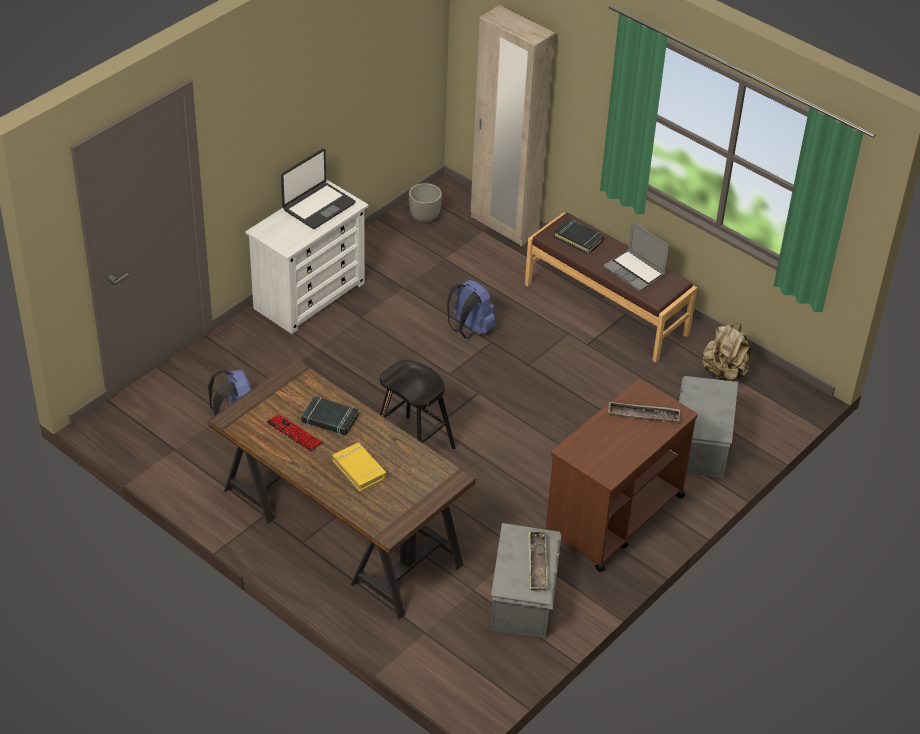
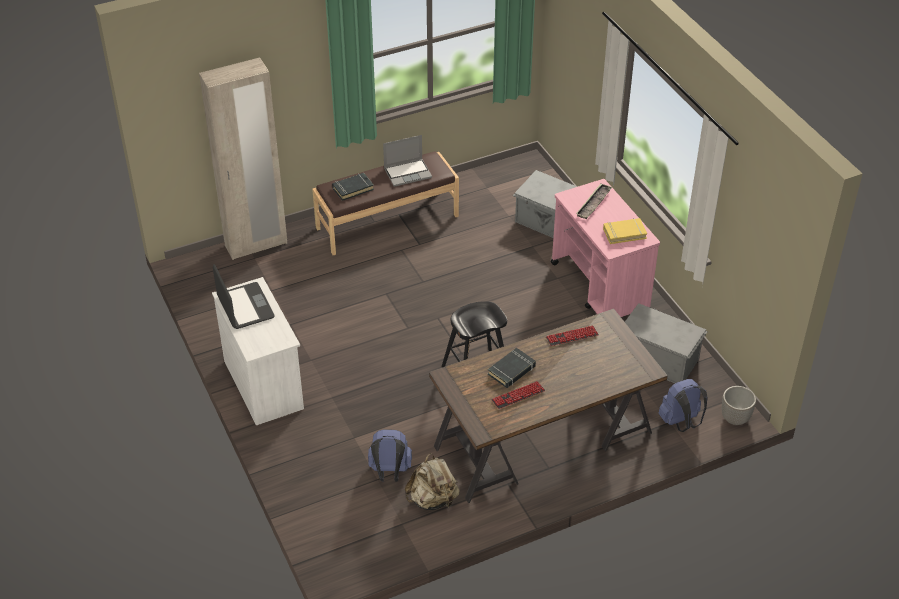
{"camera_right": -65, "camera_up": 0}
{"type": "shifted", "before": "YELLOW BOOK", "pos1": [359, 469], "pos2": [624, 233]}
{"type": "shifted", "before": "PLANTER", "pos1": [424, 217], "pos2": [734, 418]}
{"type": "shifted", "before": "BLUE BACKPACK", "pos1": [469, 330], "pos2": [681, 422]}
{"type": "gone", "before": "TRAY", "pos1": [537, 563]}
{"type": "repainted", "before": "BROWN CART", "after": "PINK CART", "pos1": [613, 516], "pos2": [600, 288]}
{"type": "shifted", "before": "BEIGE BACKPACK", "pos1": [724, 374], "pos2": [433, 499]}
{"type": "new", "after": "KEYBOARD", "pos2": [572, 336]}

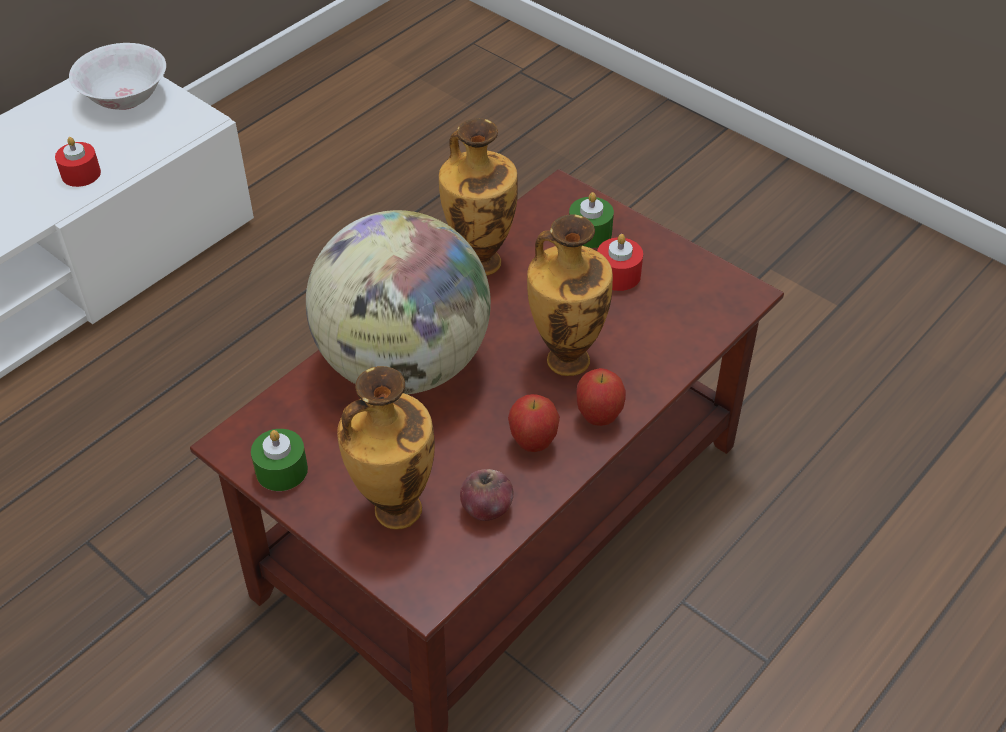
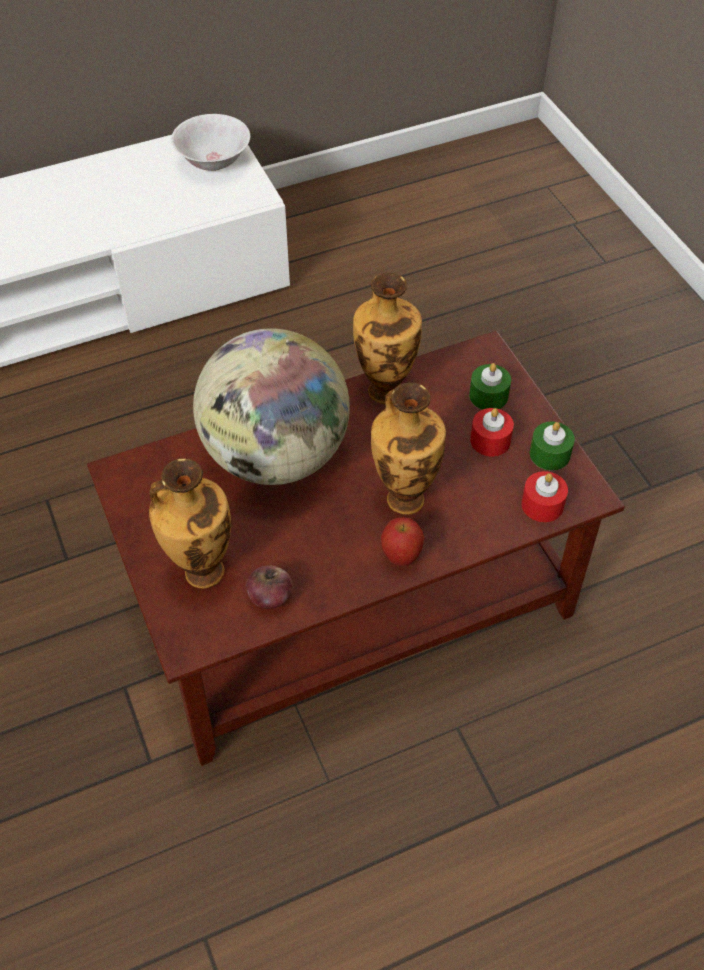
{"camera_right": 25, "camera_up": 5}
{"type": "shifted", "before": "RED CANDLE", "pos1": [81, 174], "pos2": [542, 505]}
{"type": "shifted", "before": "GREEN CANDLE", "pos1": [281, 470], "pos2": [549, 454]}
{"type": "gone", "before": "APPLE", "pos1": [533, 443]}

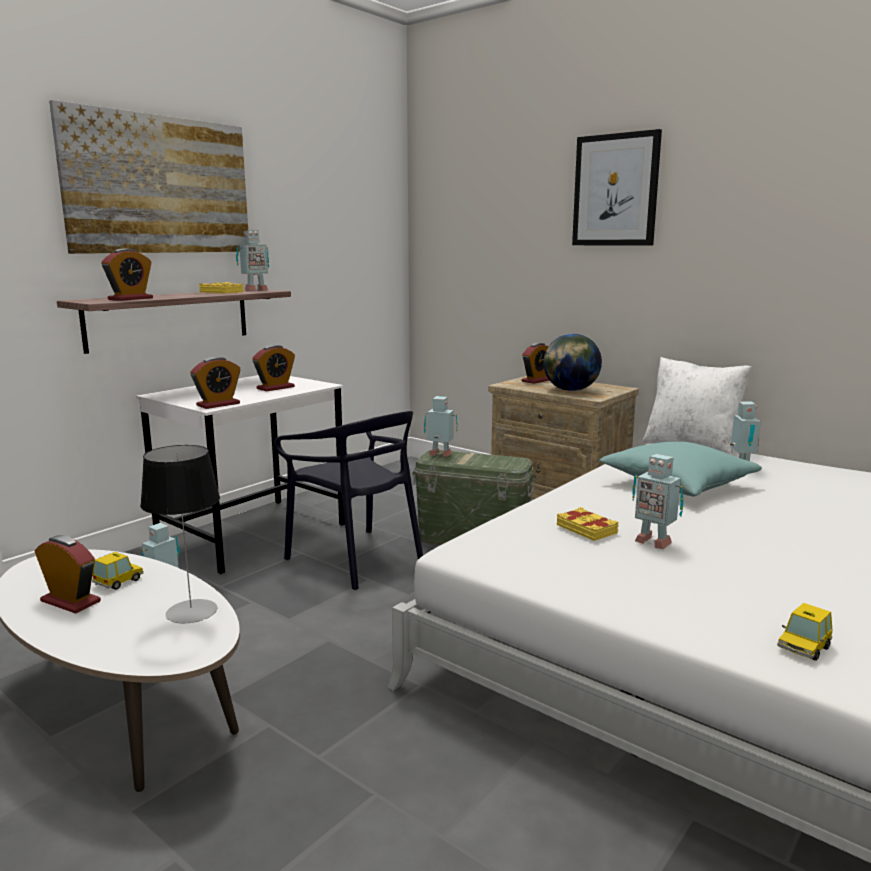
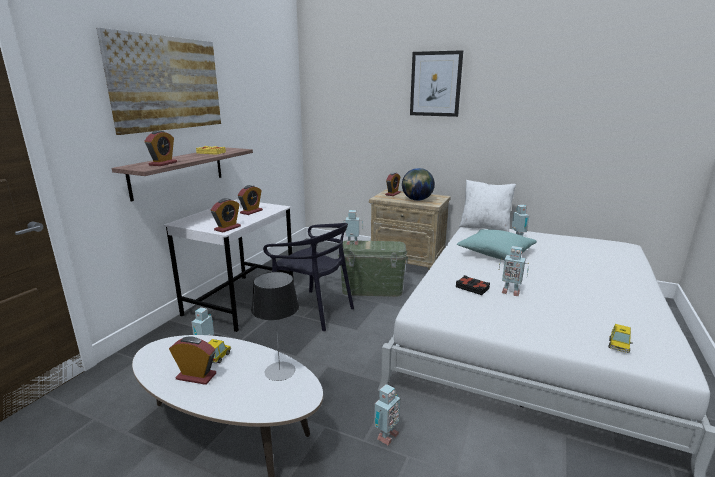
{"camera_right": -15, "camera_up": 5}
{"type": "shifted", "before": "TOY ROBOT", "pos1": [255, 290], "pos2": [386, 436]}
{"type": "repainted", "before": "YELLOW BOOK", "after": "BLACK BOOK", "pos1": [587, 529], "pos2": [472, 288]}

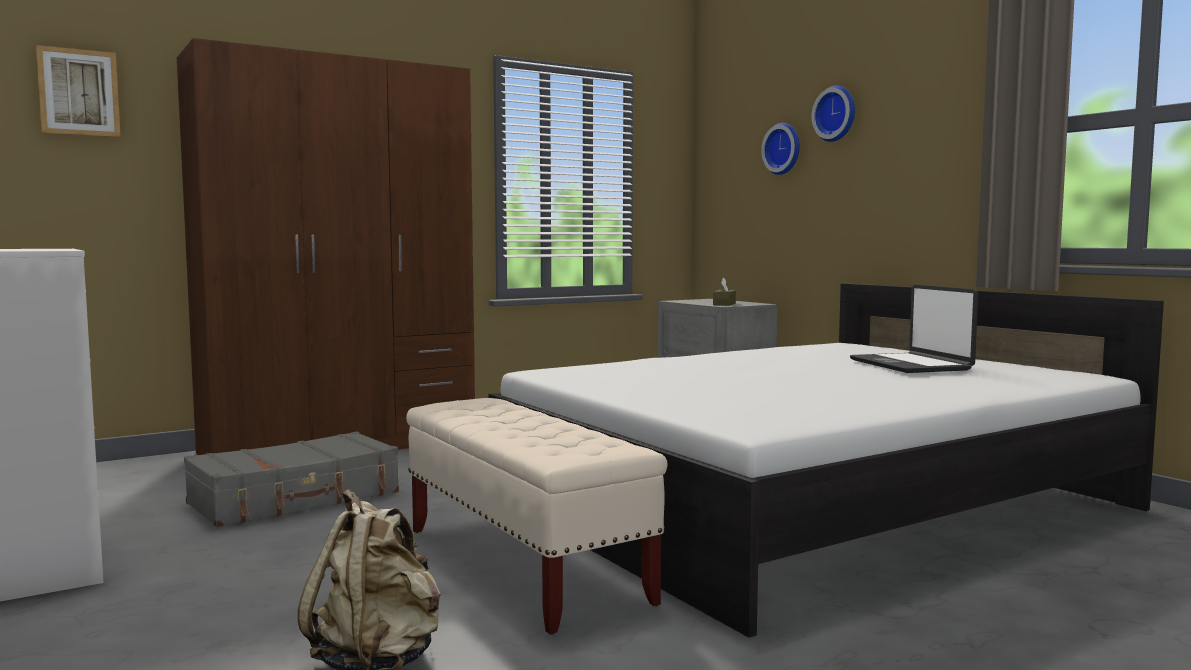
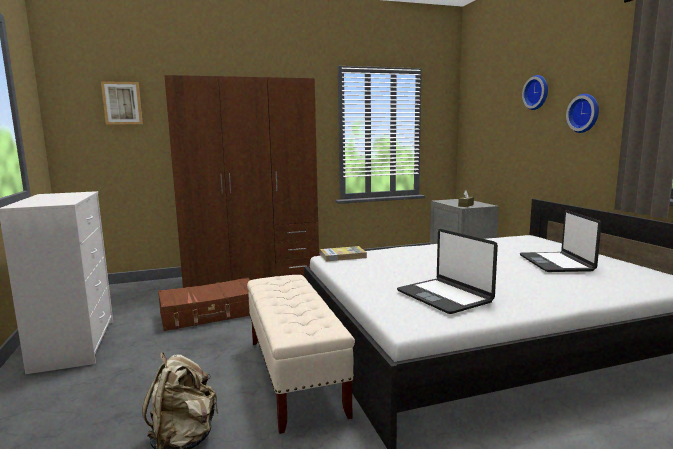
{"camera_right": 15, "camera_up": 5}
{"type": "repainted", "before": "GREY SUITCASE", "after": "BROWN SUITCASE", "pos1": [296, 499], "pos2": [210, 314]}
{"type": "shifted", "before": "WALL CLOCK", "pos1": [784, 149], "pos2": [585, 113]}
{"type": "new", "after": "BOOK", "pos2": [343, 256]}
{"type": "new", "after": "LAPTOP", "pos2": [444, 296]}

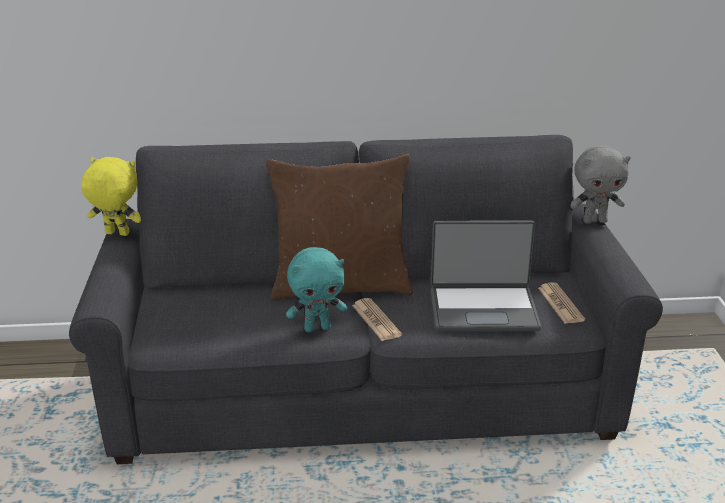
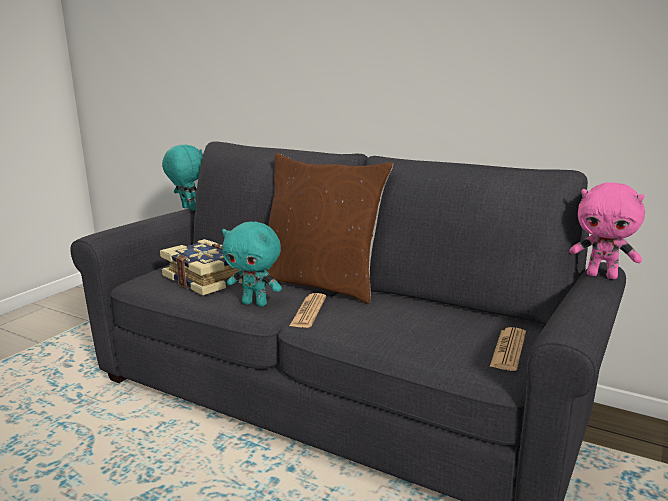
{"camera_right": 35, "camera_up": -10}
{"type": "repainted", "before": "YELLOW PLUSH TOY", "after": "TURQUOISE PLUSH TOY", "pos1": [116, 234], "pos2": [188, 209]}
{"type": "gone", "before": "LAPTOP", "pos1": [483, 309]}
{"type": "repainted", "before": "GREY PLUSH TOY", "after": "PINK PLUSH TOY", "pos1": [595, 221], "pos2": [602, 276]}
{"type": "new", "after": "BOOK", "pos2": [208, 279]}

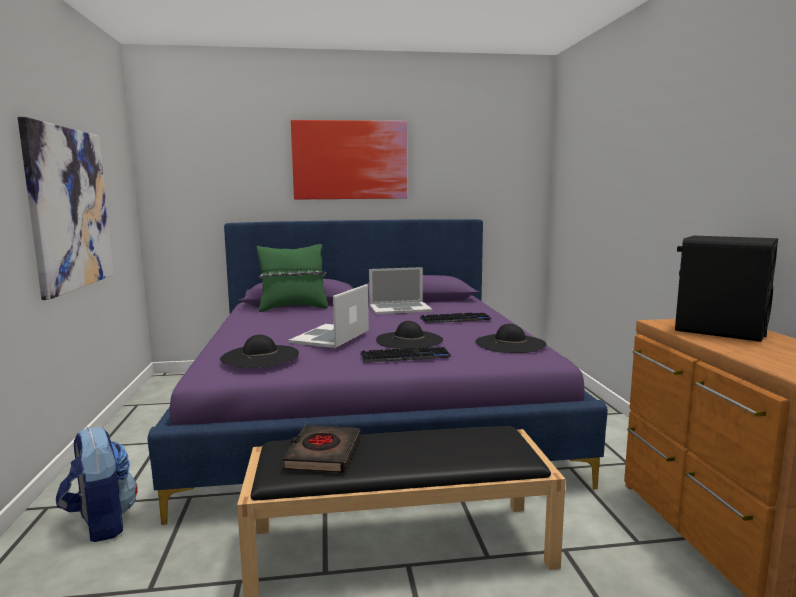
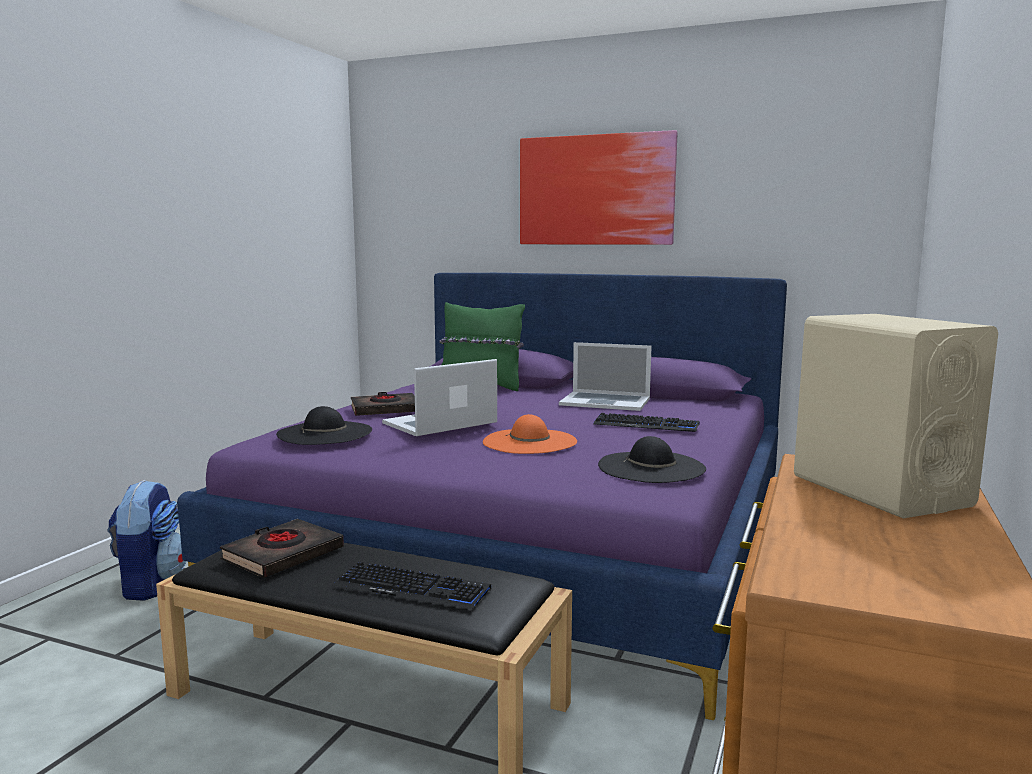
{"camera_right": 30, "camera_up": 0}
{"type": "gone", "before": "PICTURE", "pos1": [70, 208]}
{"type": "shifted", "before": "KEYBOARD", "pos1": [405, 356], "pos2": [412, 589]}
{"type": "repainted", "before": "BLACK HAT", "after": "ORANGE HAT", "pos1": [409, 340], "pos2": [530, 442]}
{"type": "repainted", "before": "BLACK SPEAKER", "after": "BEIGE SPEAKER", "pos1": [719, 331], "pos2": [879, 490]}
{"type": "new", "after": "BLACK BOOK", "pos2": [385, 410]}

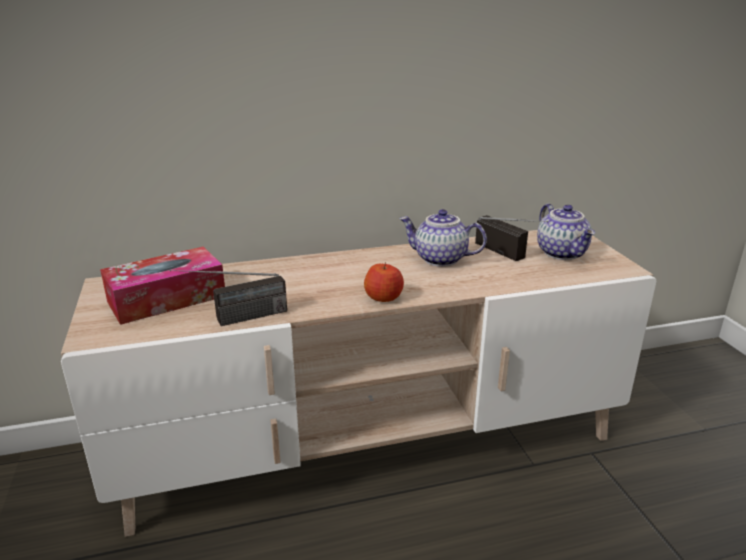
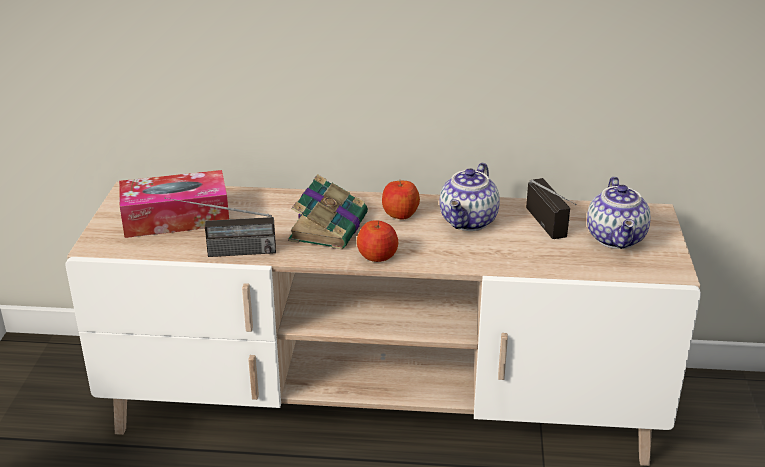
{"camera_right": 20, "camera_up": 5}
{"type": "rotated", "before": "TEAPOT", "pos1": [439, 259], "pos2": [469, 222], "turn": -105}
{"type": "new", "after": "BOOK", "pos2": [329, 226]}
{"type": "new", "after": "APPLE", "pos2": [400, 214]}

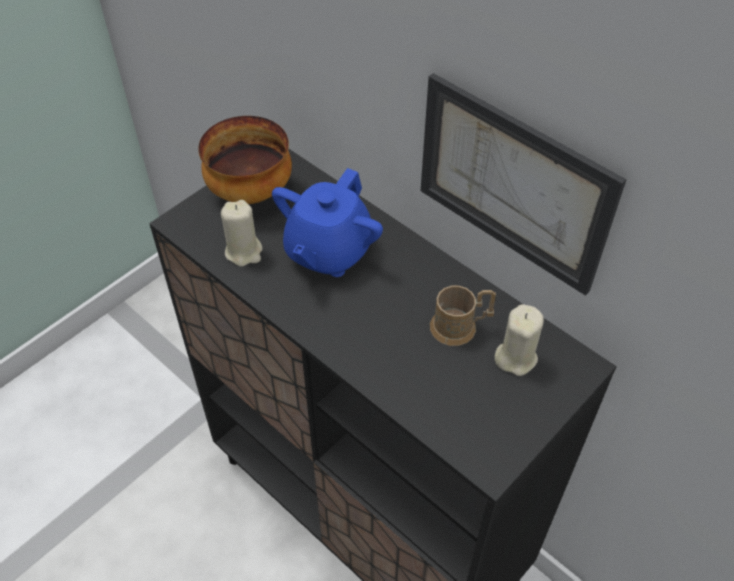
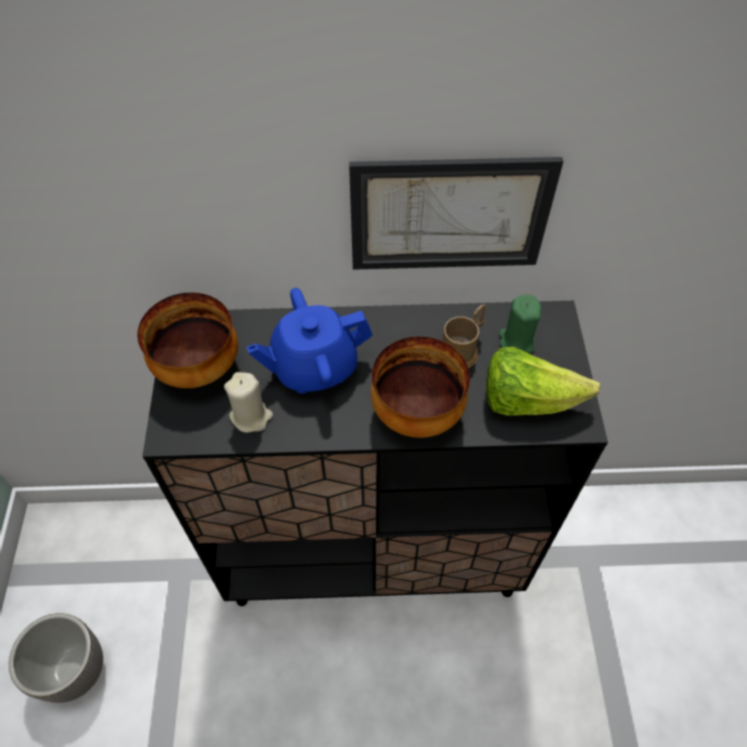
{"camera_right": -45, "camera_up": 5}
{"type": "rotated", "before": "BLUE TEAPOT", "pos1": [328, 252], "pos2": [314, 367], "turn": 90}
{"type": "repainted", "before": "BEIGE CANDLE", "after": "GREEN CANDLE", "pos1": [515, 357], "pos2": [516, 341]}
{"type": "new", "after": "PLANTER", "pos2": [74, 669]}
{"type": "new", "after": "BOWL", "pos2": [415, 412]}
{"type": "new", "after": "LETTUCE", "pos2": [526, 400]}

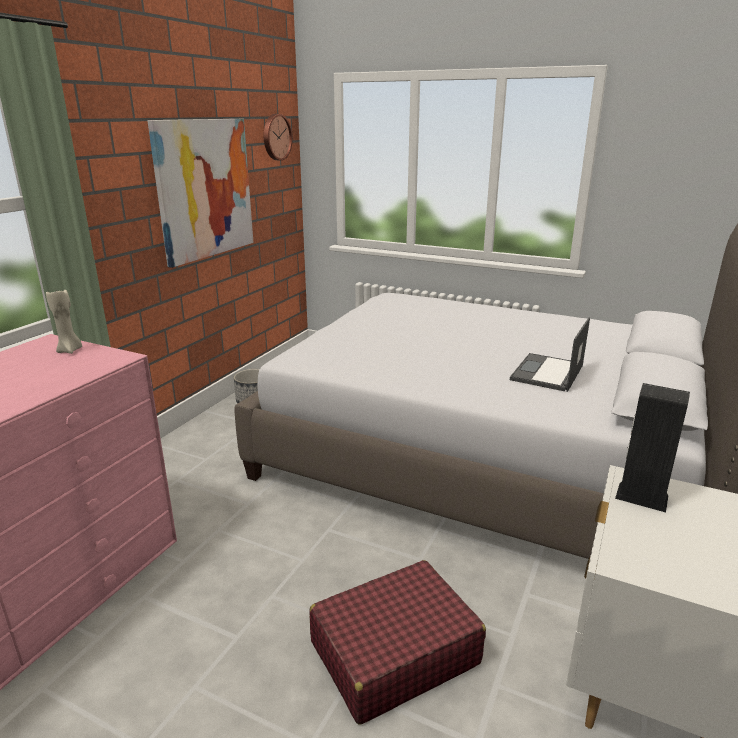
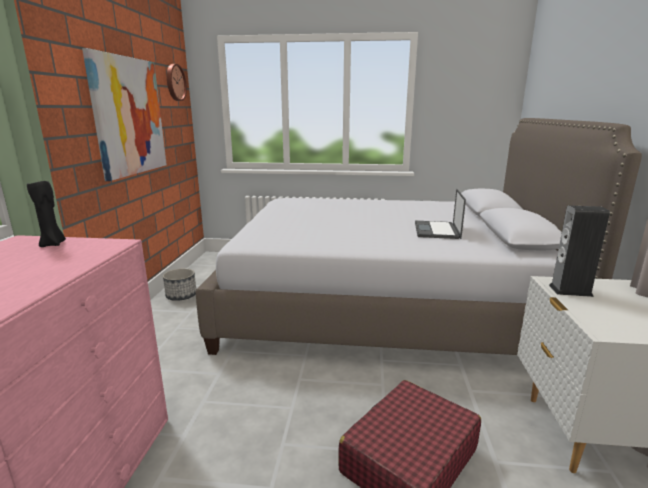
{"camera_right": -20, "camera_up": -5}
{"type": "repainted", "before": "BEIGE CANDLE", "after": "BLACK CANDLE", "pos1": [70, 350], "pos2": [53, 244]}

